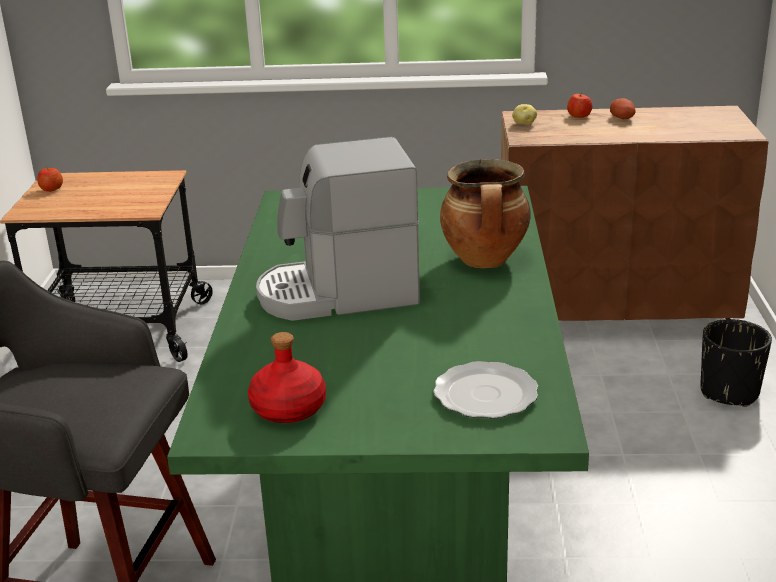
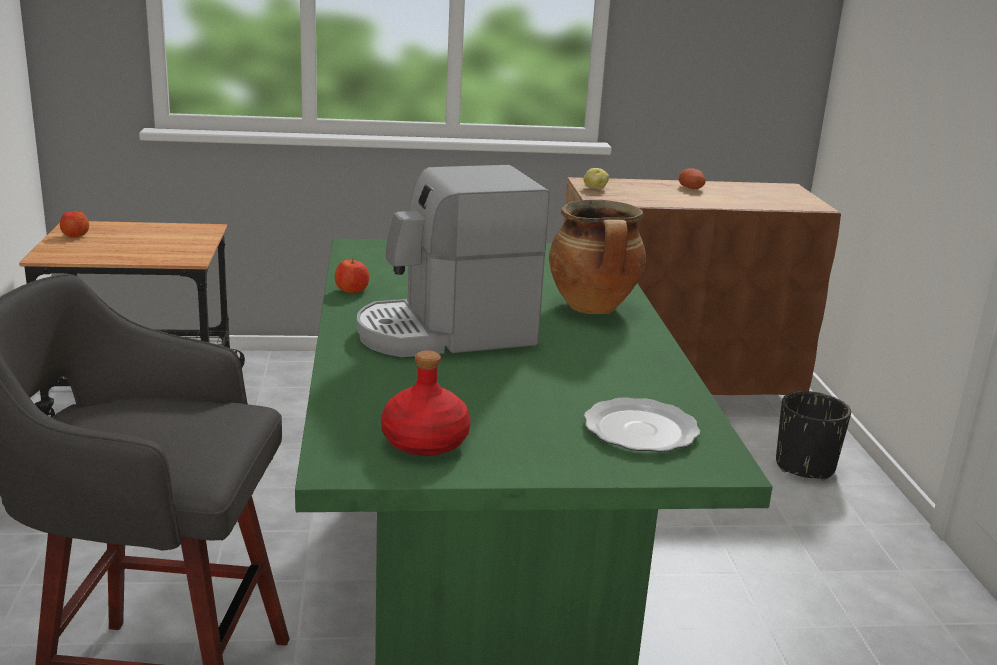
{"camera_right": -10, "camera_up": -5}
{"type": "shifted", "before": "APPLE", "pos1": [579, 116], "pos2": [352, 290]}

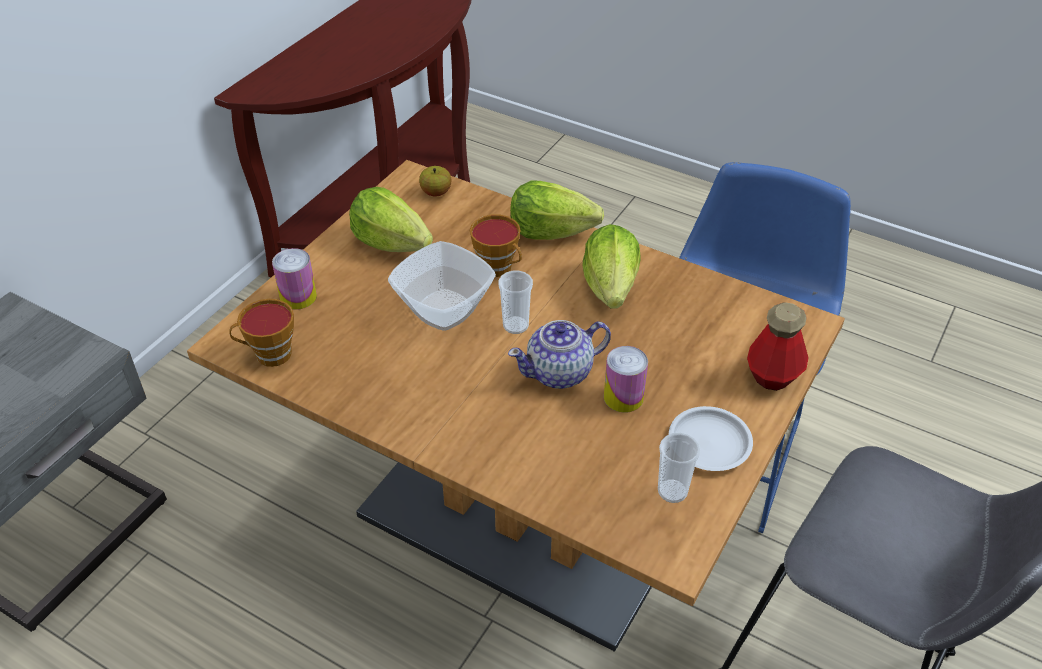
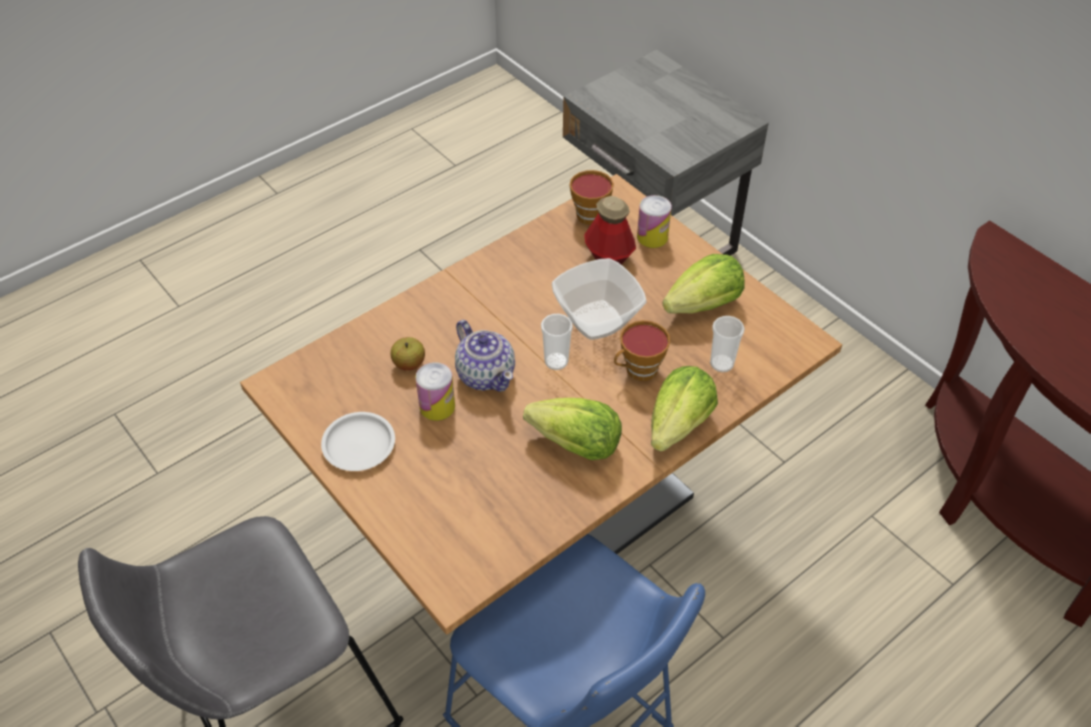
{"camera_right": 110, "camera_up": 5}
{"type": "shifted", "before": "APPLE", "pos1": [436, 192], "pos2": [409, 364]}
{"type": "rotated", "before": "TEAPOT", "pos1": [560, 372], "pos2": [486, 374], "turn": 150}
{"type": "shifted", "before": "CUP", "pos1": [672, 491], "pos2": [721, 363]}
{"type": "shifted", "before": "BOTTLE", "pos1": [773, 375], "pos2": [609, 256]}

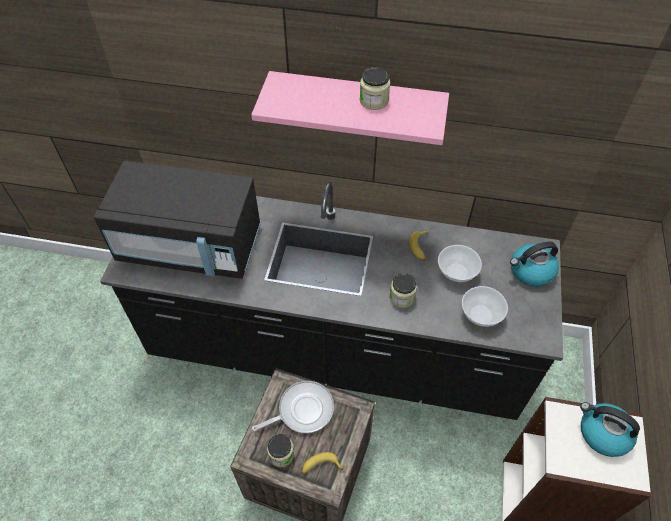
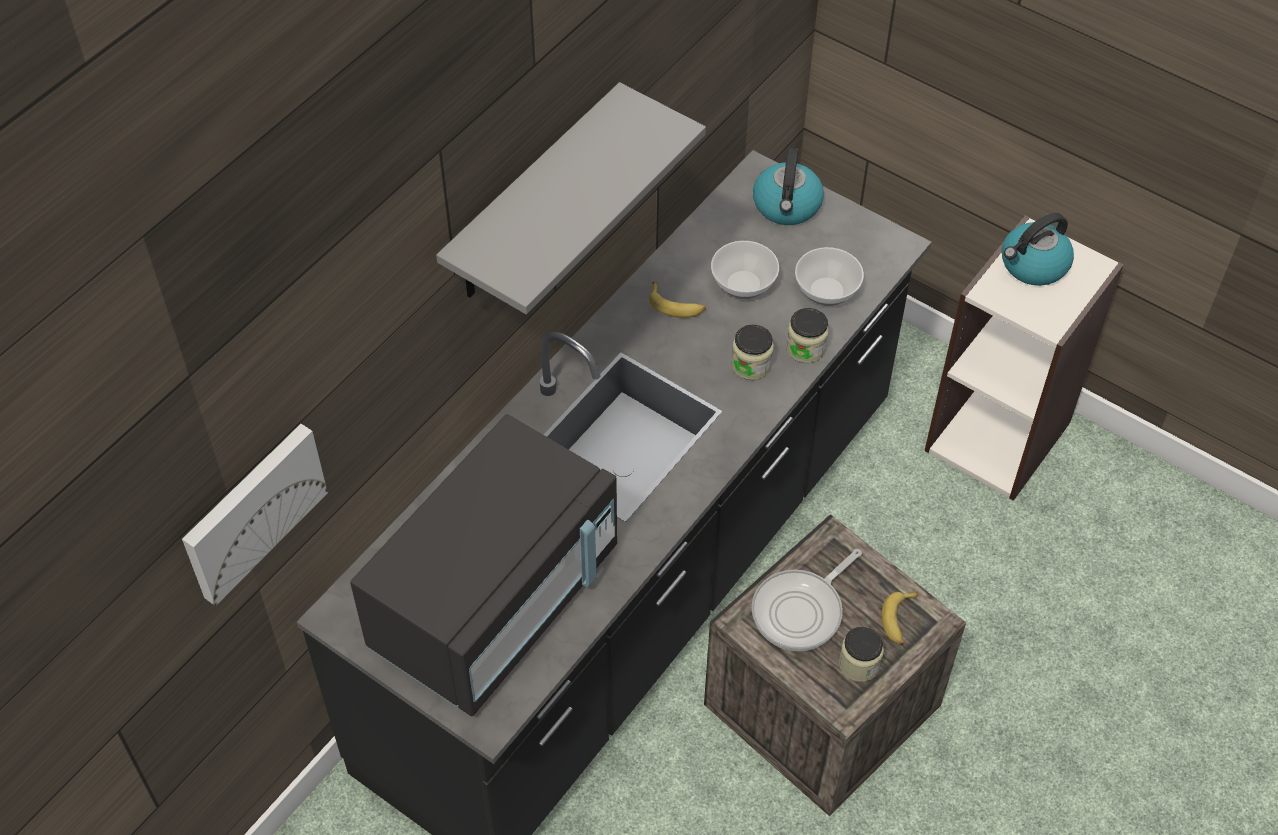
{"camera_right": -65, "camera_up": 0}
{"type": "repainted", "before": "PINK SHELF", "after": "GREY SHELF", "pos1": [356, 105], "pos2": [533, 198]}
{"type": "rotated", "before": "FRYING PAN", "pos1": [302, 410], "pos2": [801, 610], "turn": -135}
{"type": "shifted", "before": "JAR", "pos1": [374, 101], "pos2": [805, 348]}
{"type": "new", "after": "PICTURE", "pos2": [252, 510]}

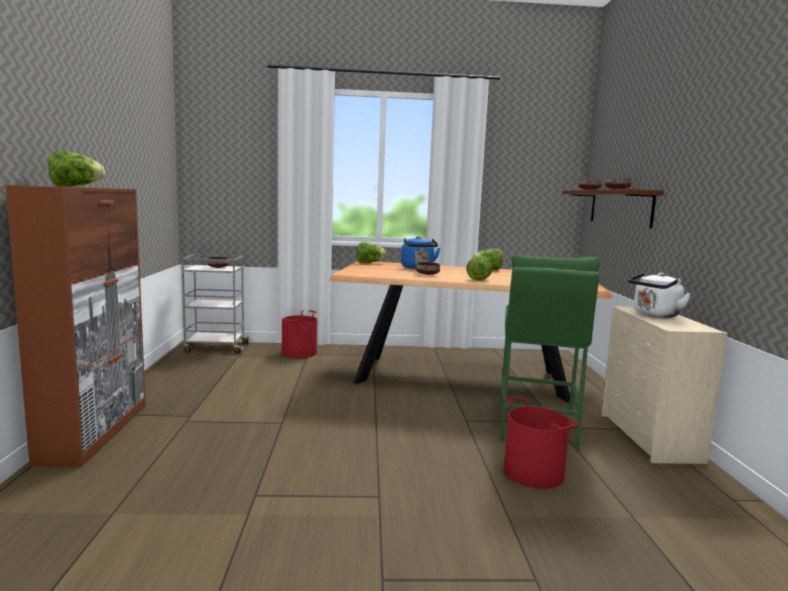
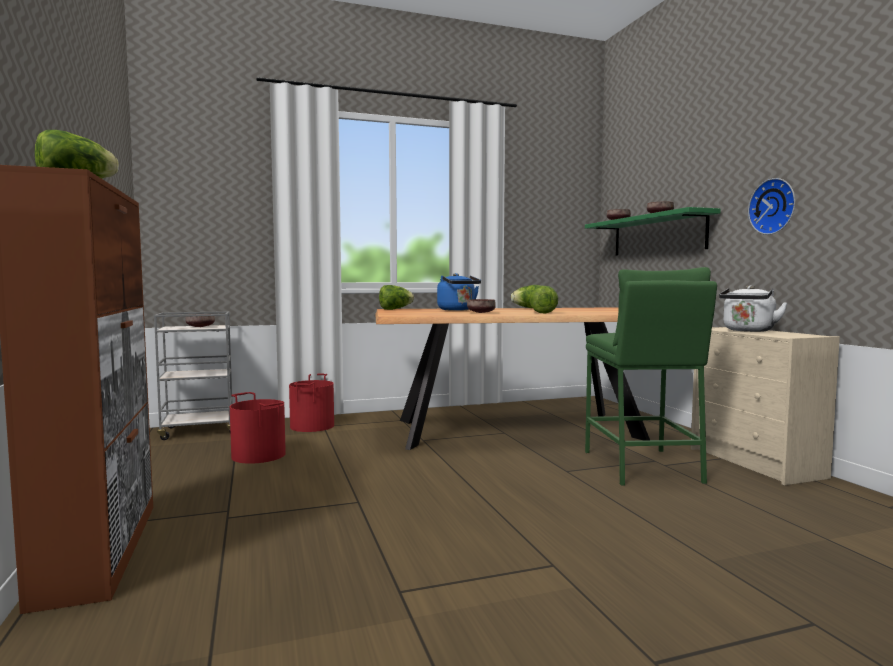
{"camera_right": -15, "camera_up": -5}
{"type": "shifted", "before": "RED BUCKET", "pos1": [534, 473], "pos2": [259, 455]}
{"type": "repainted", "before": "BROWN SHELF", "after": "GREEN SHELF", "pos1": [620, 207], "pos2": [657, 235]}
{"type": "new", "after": "WALL CLOCK", "pos2": [774, 206]}

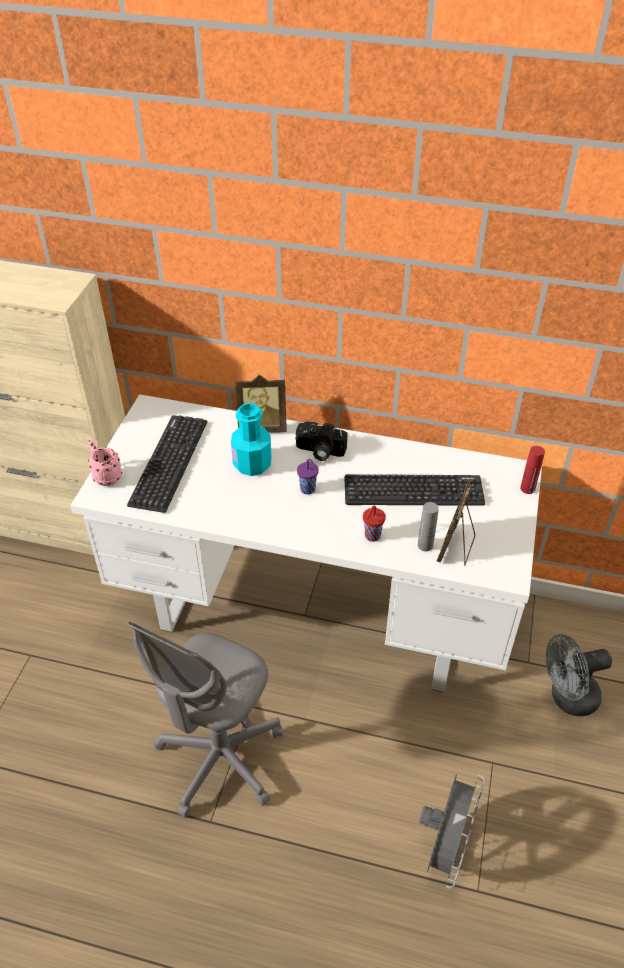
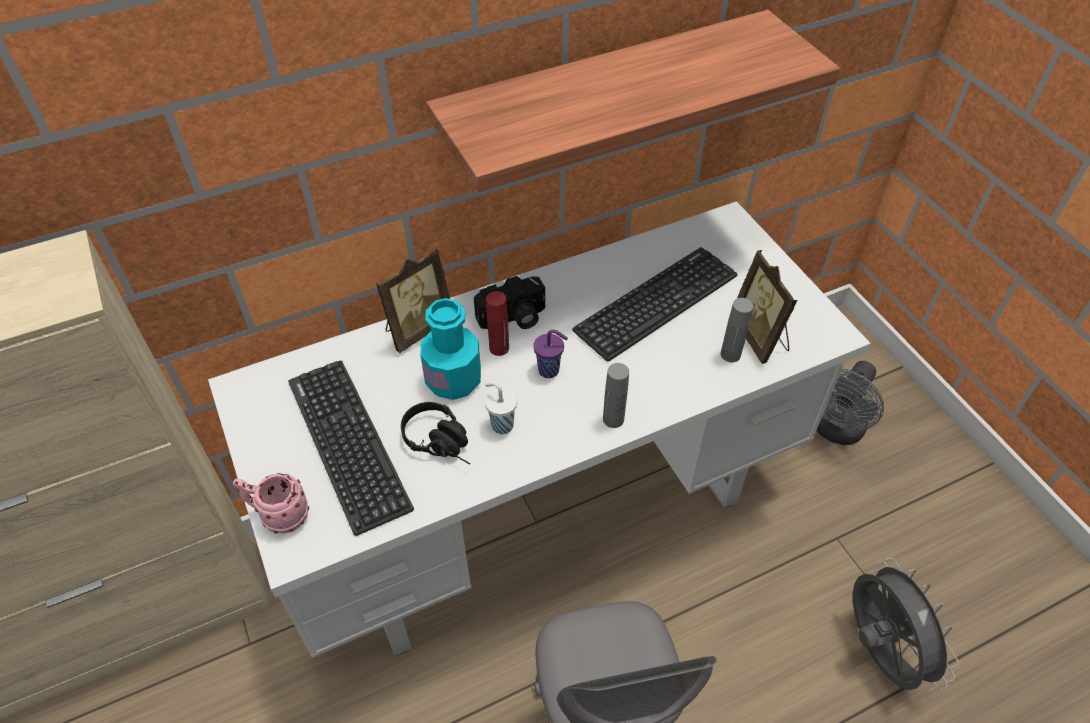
{"camera_right": -40, "camera_up": 5}
{"type": "gone", "before": "RED CUP", "pos1": [372, 536]}
{"type": "shifted", "before": "RED BOTTLE", "pos1": [527, 488], "pos2": [499, 348]}
{"type": "new", "after": "BLACK HEADPHONES", "pos2": [443, 443]}
{"type": "new", "after": "SHELF", "pos2": [604, 97]}
{"type": "new", "after": "WHITE CUP", "pos2": [501, 425]}
{"type": "new", "after": "GREY BOTTLE", "pos2": [613, 419]}

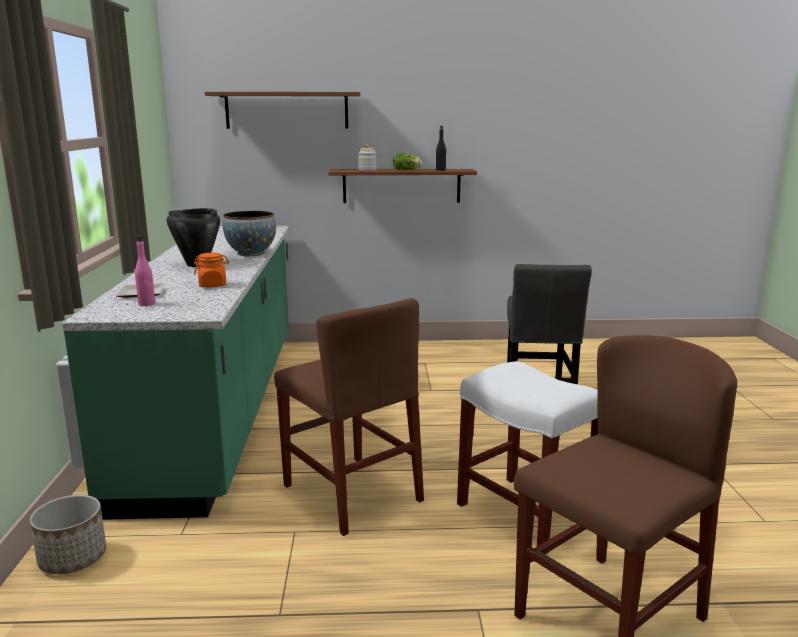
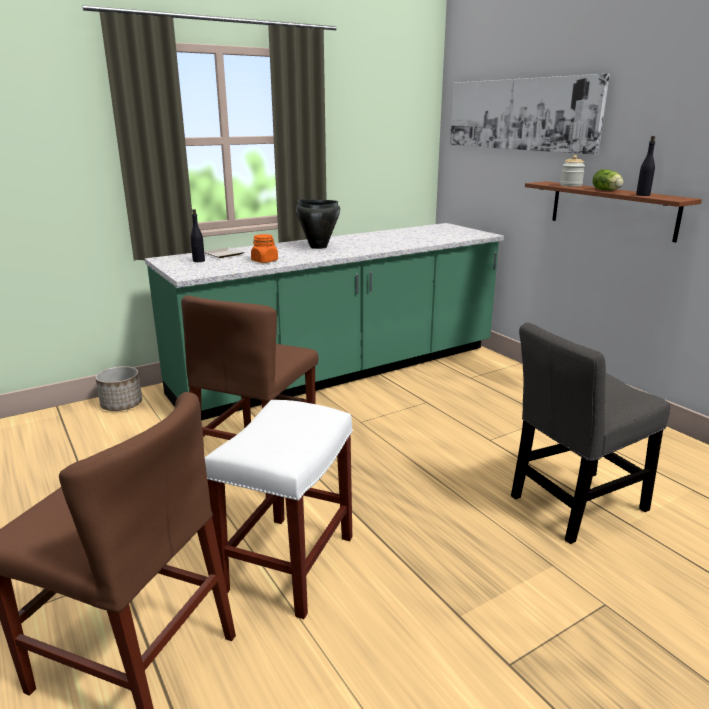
{"camera_right": 60, "camera_up": 5}
{"type": "repainted", "before": "PINK BOTTLE", "after": "BLACK BOTTLE", "pos1": [147, 304], "pos2": [198, 261]}
{"type": "swapped", "before": "BROWN SHELF", "after": "PICTURE", "pos1": [287, 110], "pos2": [519, 114]}
{"type": "gone", "before": "BOWL", "pos1": [251, 253]}

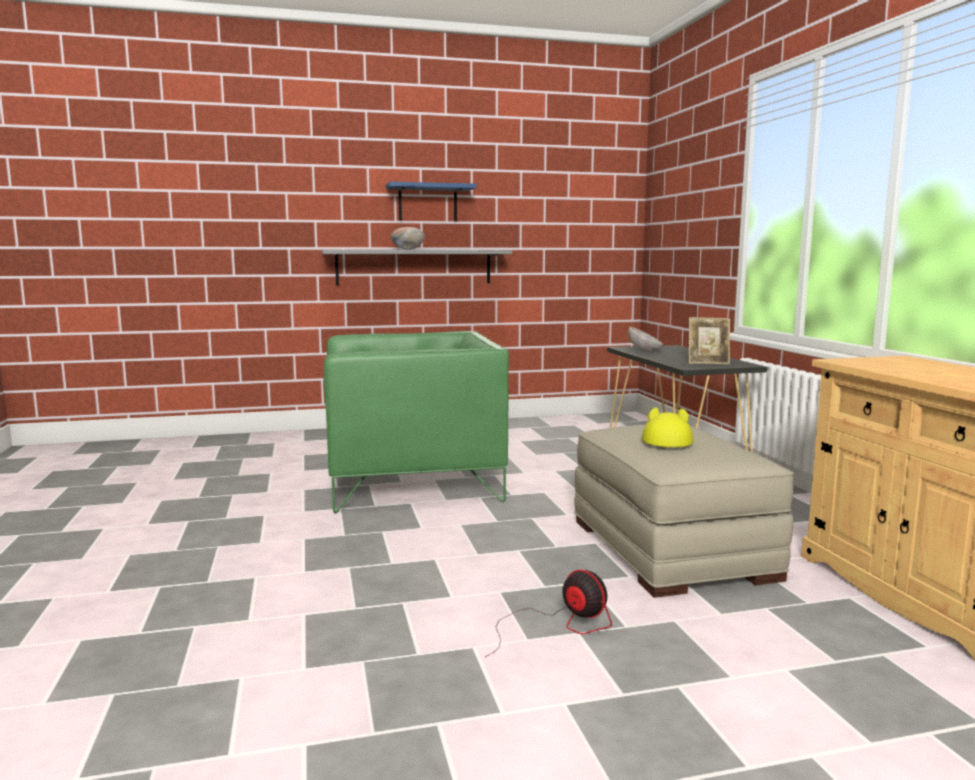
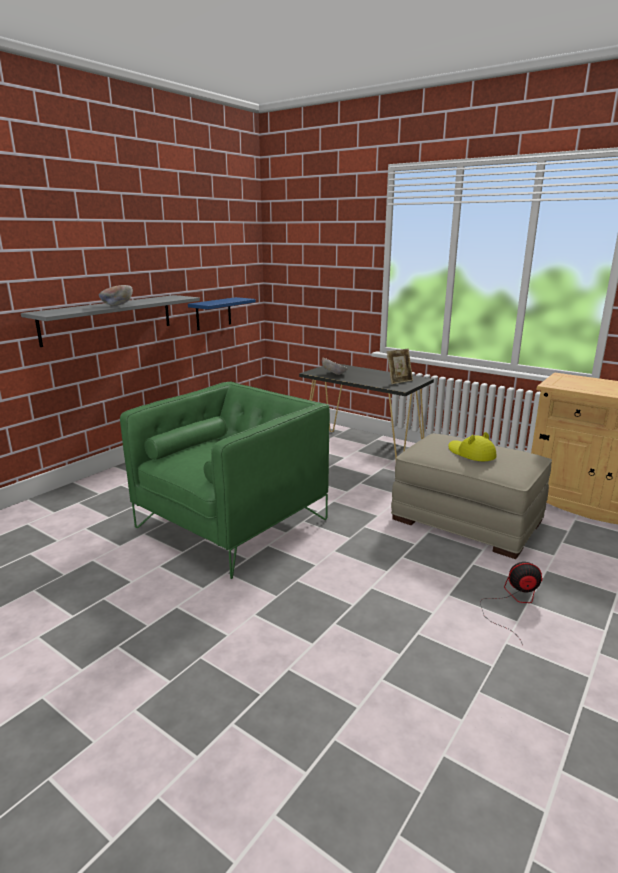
{"camera_right": -40, "camera_up": 10}
{"type": "shifted", "before": "BLUE SHELF", "pos1": [427, 203], "pos2": [213, 313]}

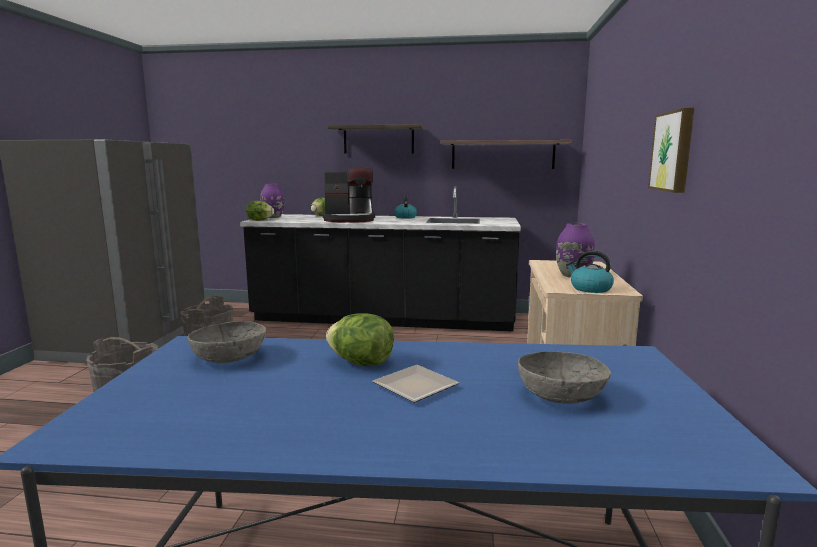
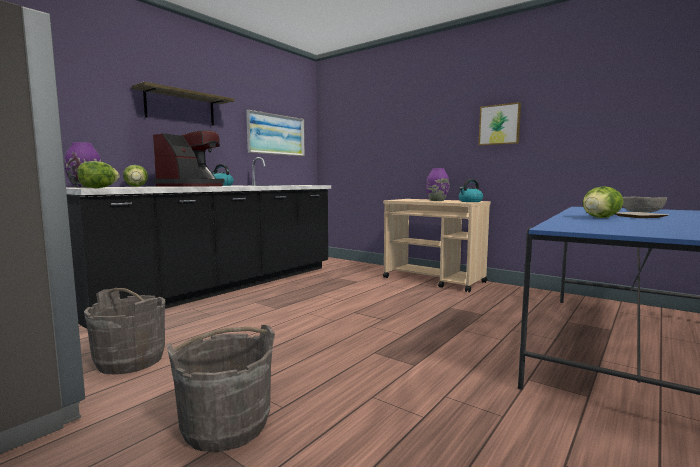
{"camera_right": -60, "camera_up": -5}
{"type": "gone", "before": "GREY BOWL", "pos1": [230, 358]}
{"type": "swapped", "before": "SHELF", "after": "PICTURE", "pos1": [502, 155], "pos2": [276, 134]}

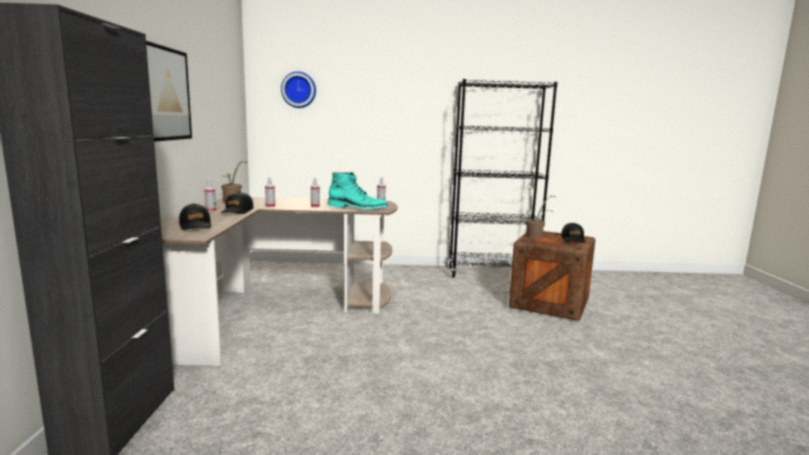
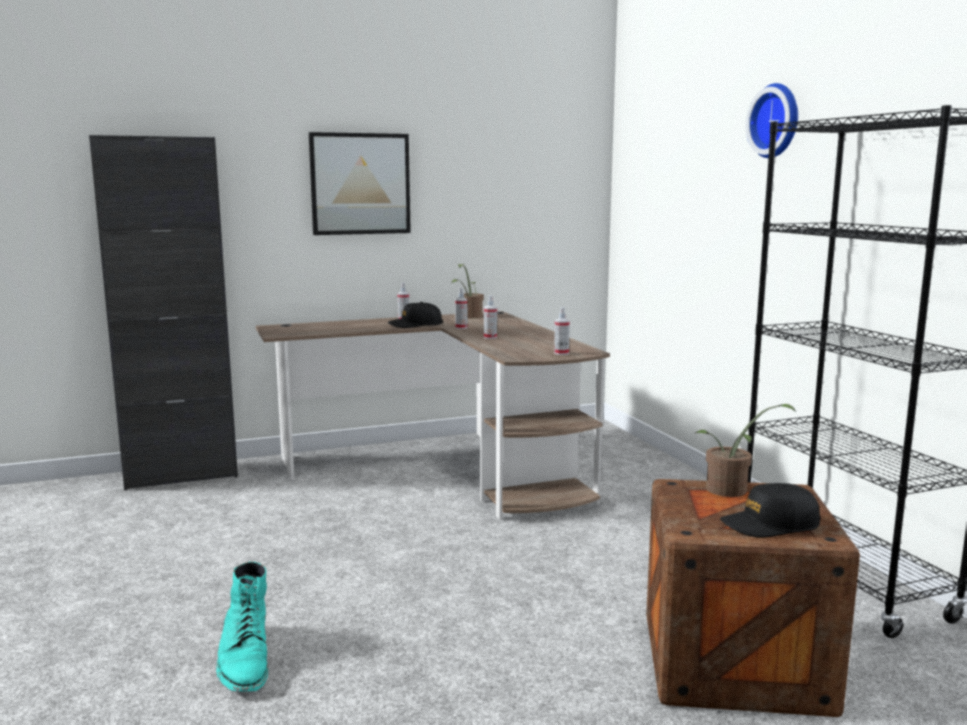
{"camera_right": 70, "camera_up": 0}
{"type": "gone", "before": "BLACK CAP", "pos1": [195, 225]}
{"type": "shifted", "before": "WALL CLOCK", "pos1": [299, 90], "pos2": [777, 121]}
{"type": "shifted", "before": "TURQUOISE BOOT", "pos1": [357, 208], "pos2": [245, 660]}

